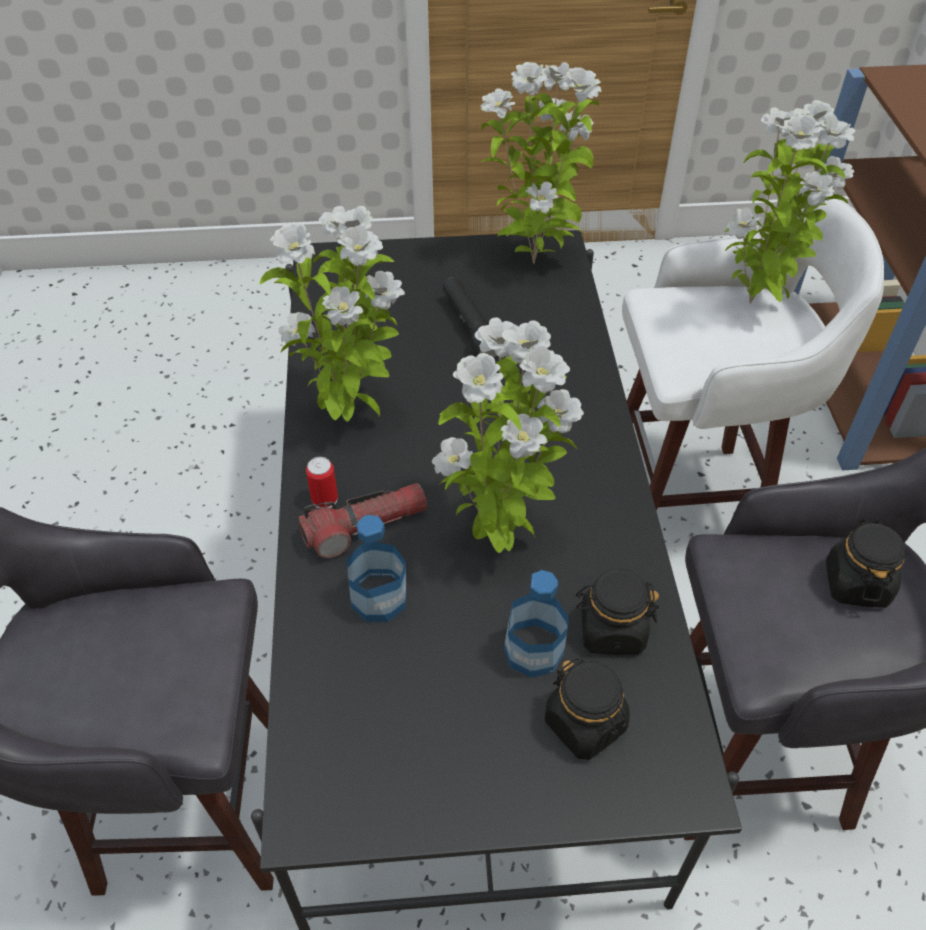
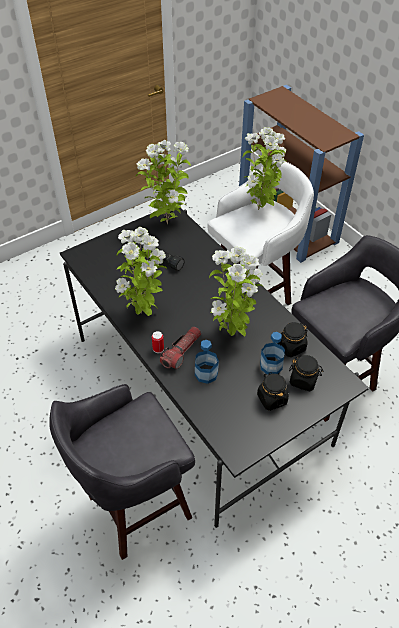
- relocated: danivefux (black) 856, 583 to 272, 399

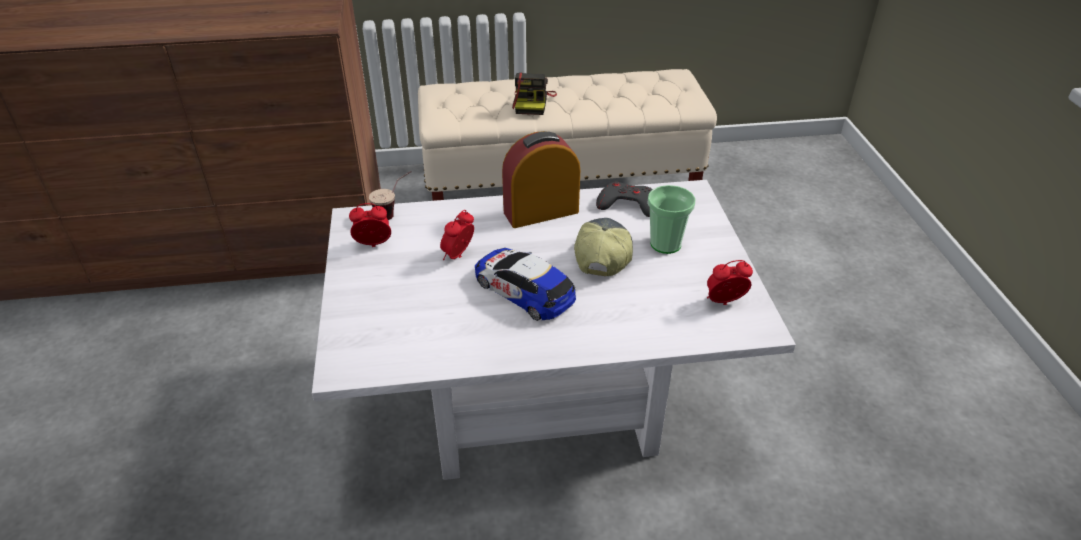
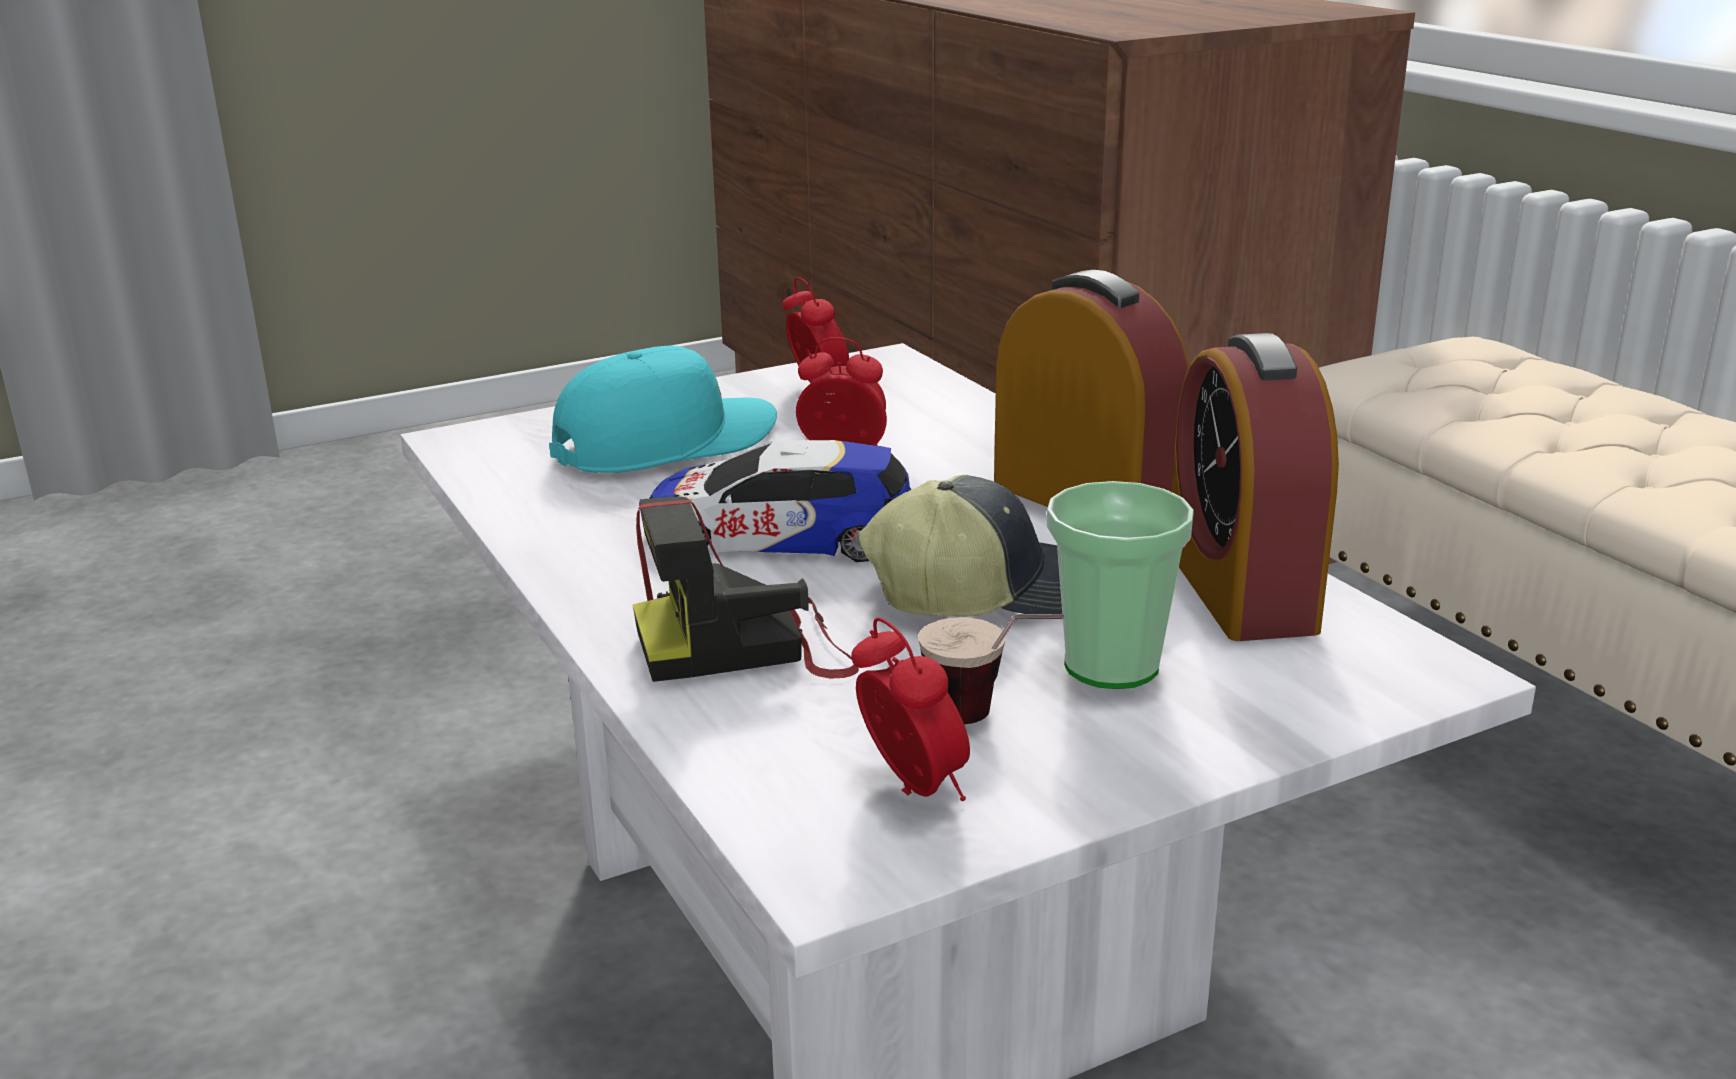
- relocated: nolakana 394, 213 to 990, 722
- spun: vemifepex 524, 289 = 779, 533 105 degrees counterclockwise
- relocated: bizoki 533, 102 to 747, 647
- exchanged: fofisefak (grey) 627, 204 to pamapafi 1240, 589
- appeared: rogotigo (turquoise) 666, 443

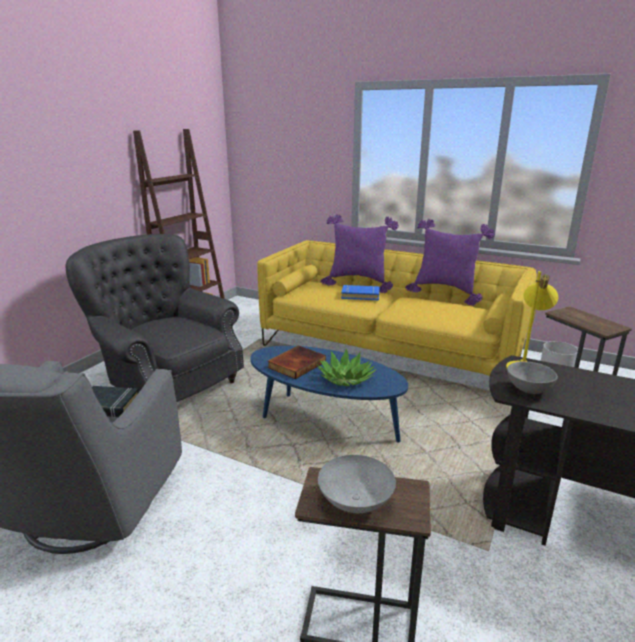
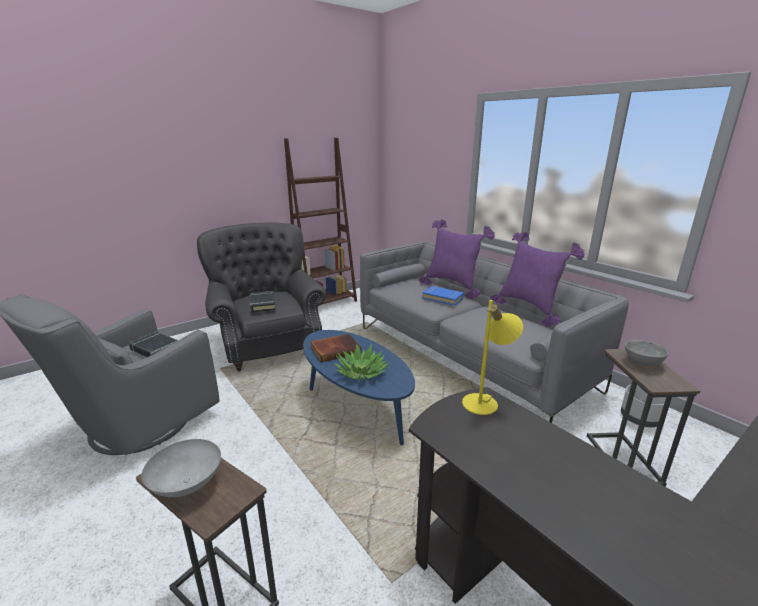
- colour: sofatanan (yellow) 389, 352 to sofatanan (grey) 468, 358
- relocated: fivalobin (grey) 528, 390 to 641, 363
- appeared: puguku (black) 262, 304

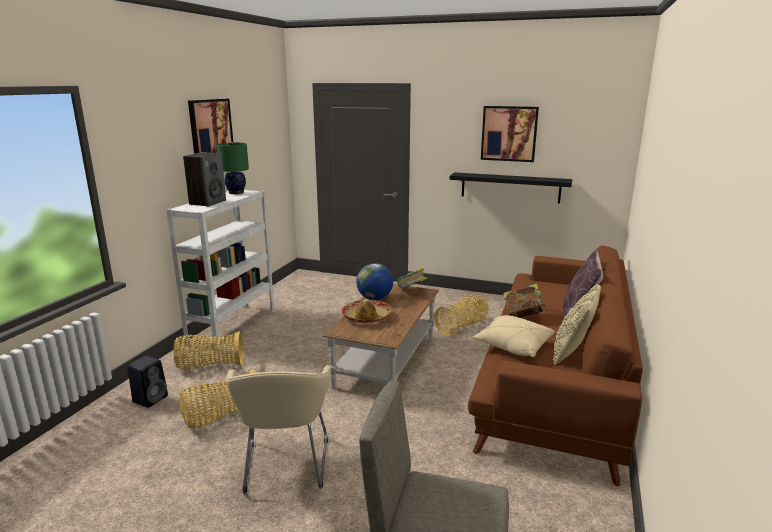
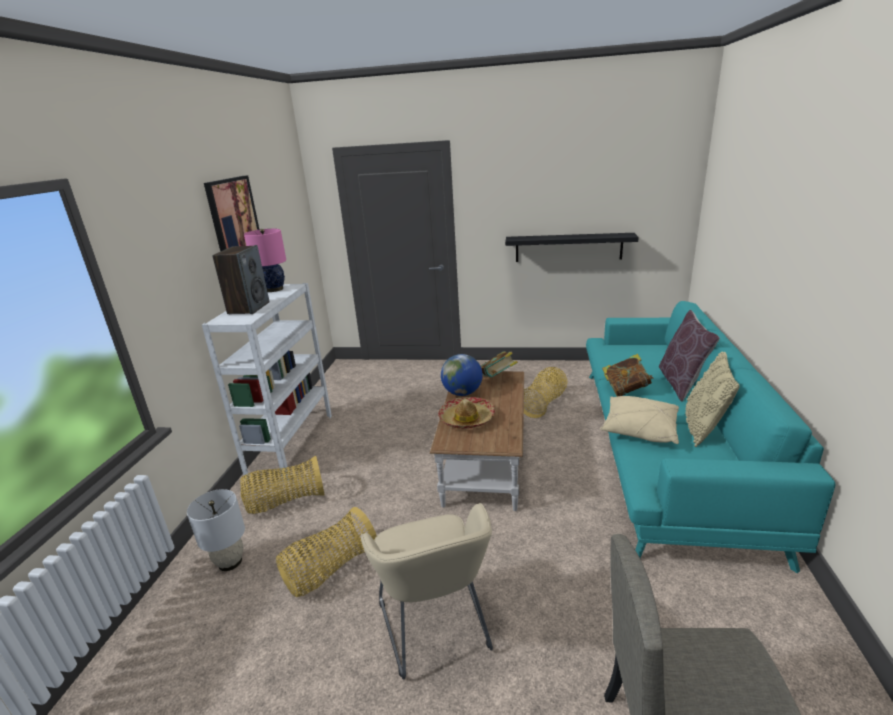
- exchanged: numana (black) 151, 398 to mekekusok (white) 230, 562
- colour: mekekusok (green) 236, 192 to mekekusok (pink) 274, 289
- colour: sofatanan (brown) 553, 375 to sofatanan (turquoise) 663, 447
- missing: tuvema 509, 133

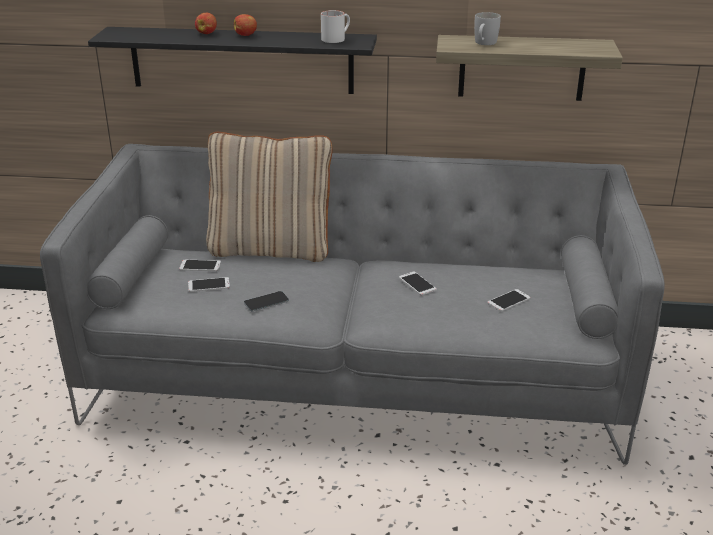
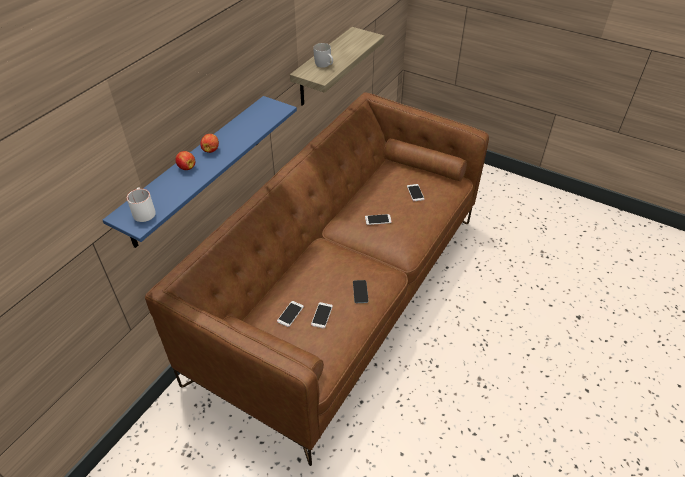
- colour: sofatanan (grey) 356, 374 to sofatanan (brown) 342, 294
- colour: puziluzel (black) 241, 60 to puziluzel (blue) 197, 170
- missing: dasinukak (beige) 271, 249
- relocated: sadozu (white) 336, 38 to 143, 211

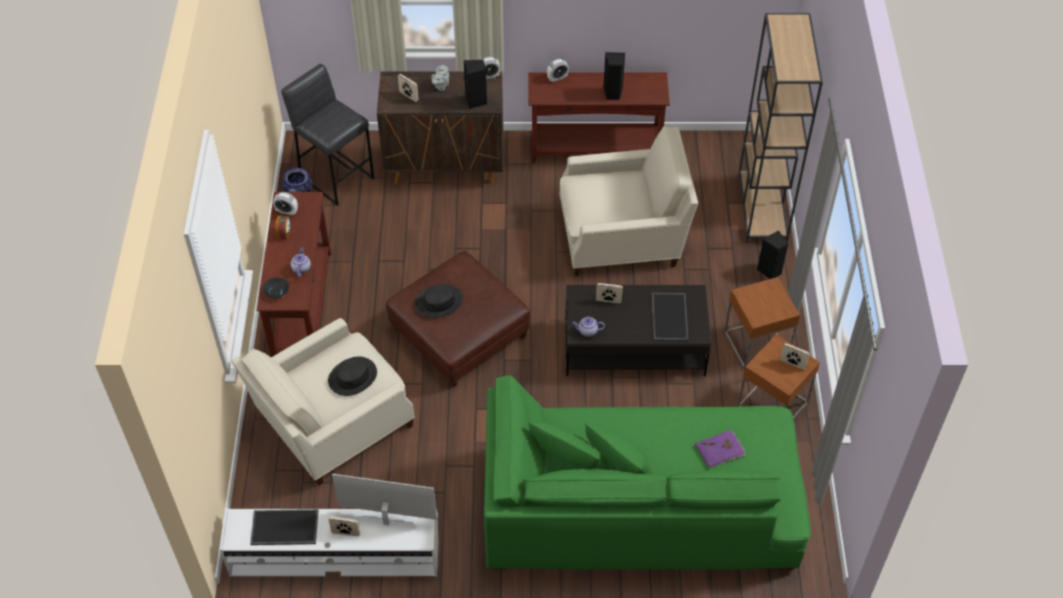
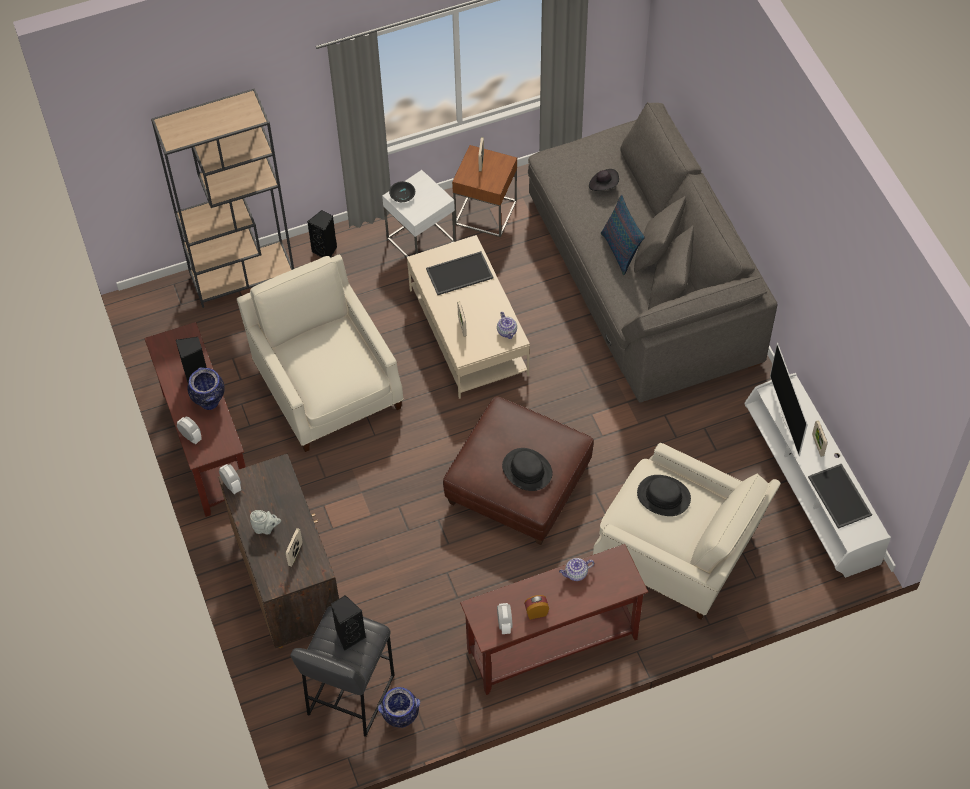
- relocated: fivalobin (black) 276, 292 to 403, 195
- relocated: numana (black) 476, 101 to 349, 635
- colour: sofatanan (green) 640, 507 to sofatanan (grey) 642, 277
- colour: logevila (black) 634, 347 to logevila (beige) 468, 332
- exchanged: puguku (purple) 720, 450 to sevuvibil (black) 603, 185
- colour: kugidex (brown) 756, 343 to kugidex (white) 421, 240
- appeared: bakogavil 210, 403
- appeared: dasinukak (blue) 620, 251

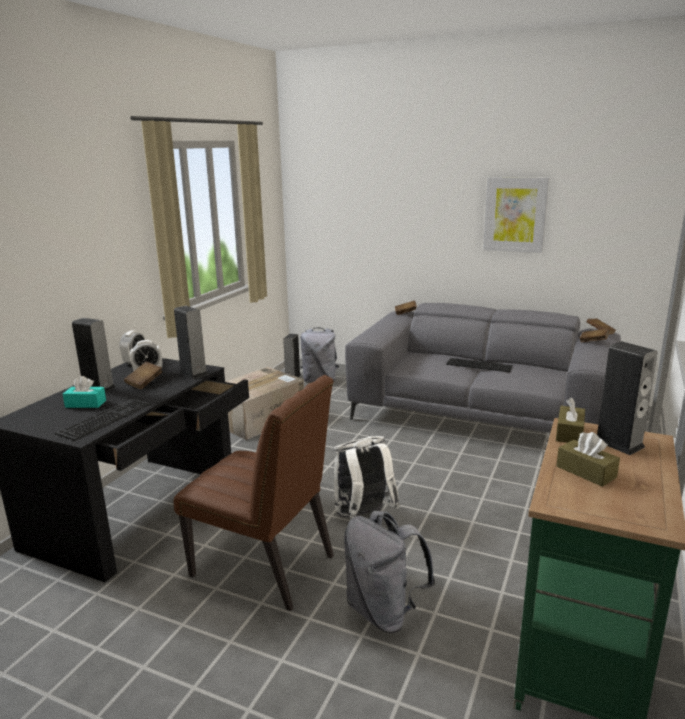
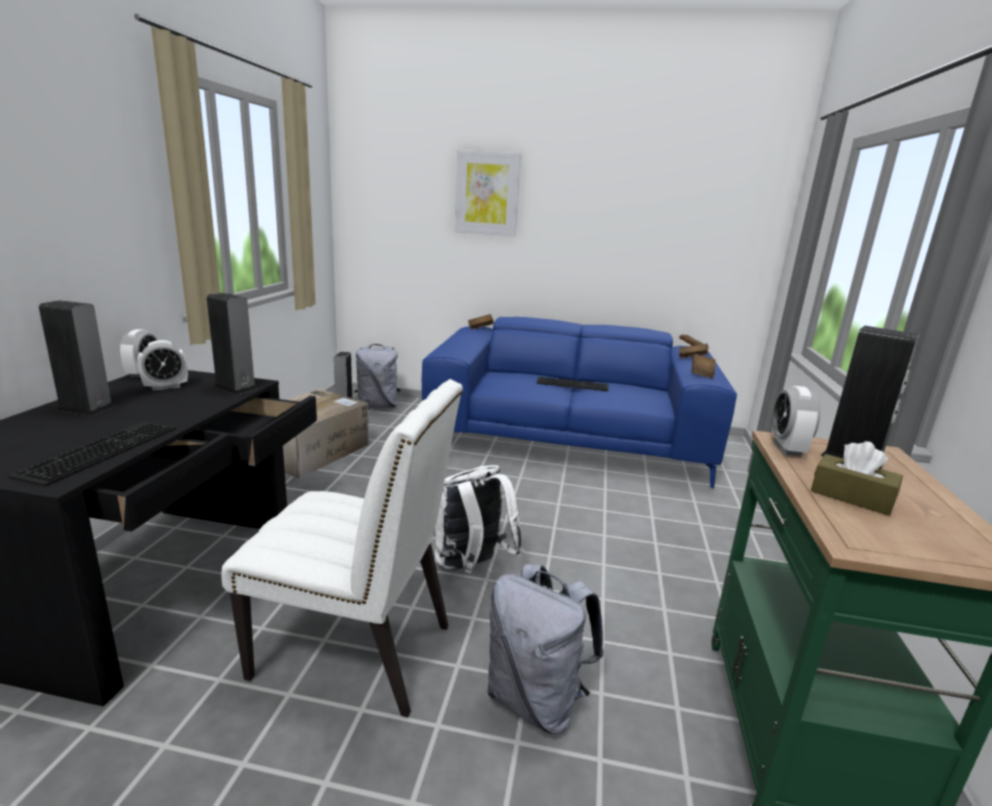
- missing: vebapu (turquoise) 85, 404
- relocated: puguku (brown) 144, 383 to 702, 373
- colour: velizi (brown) 262, 566 to velizi (white) 352, 651
- colour: sofatanan (grey) 480, 415 to sofatanan (blue) 568, 441
- relocated: tuvema 515, 215 to 487, 193
- exchanged: vebapu (brown) 569, 433 to pamapafi 787, 448

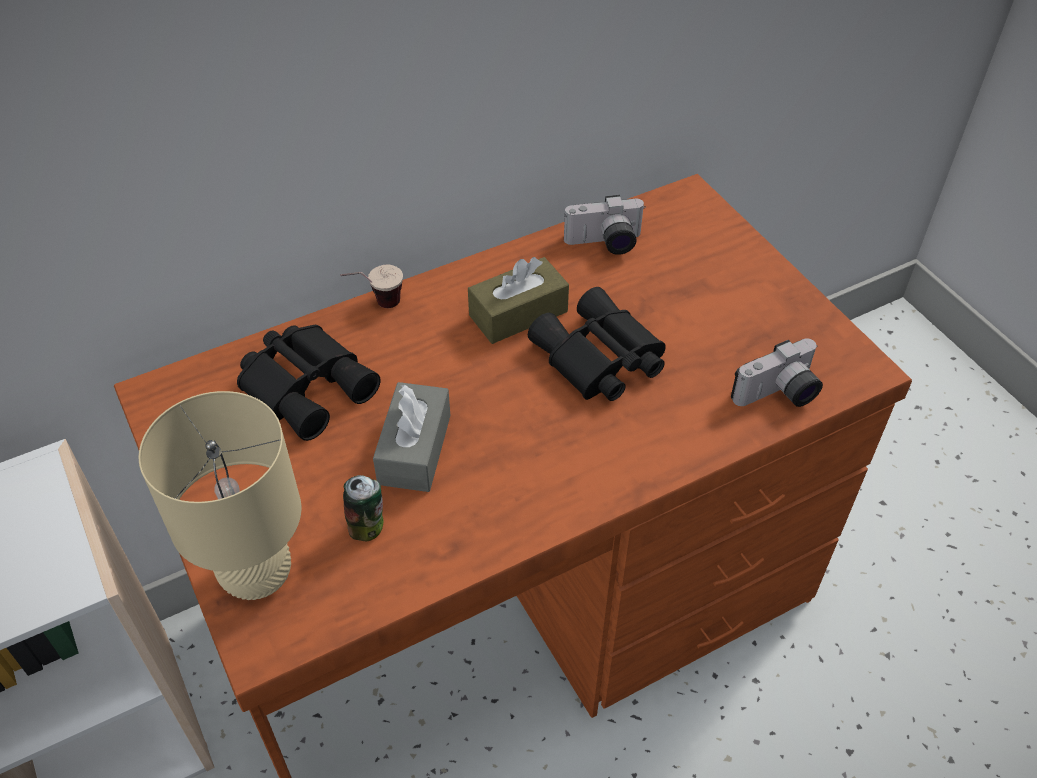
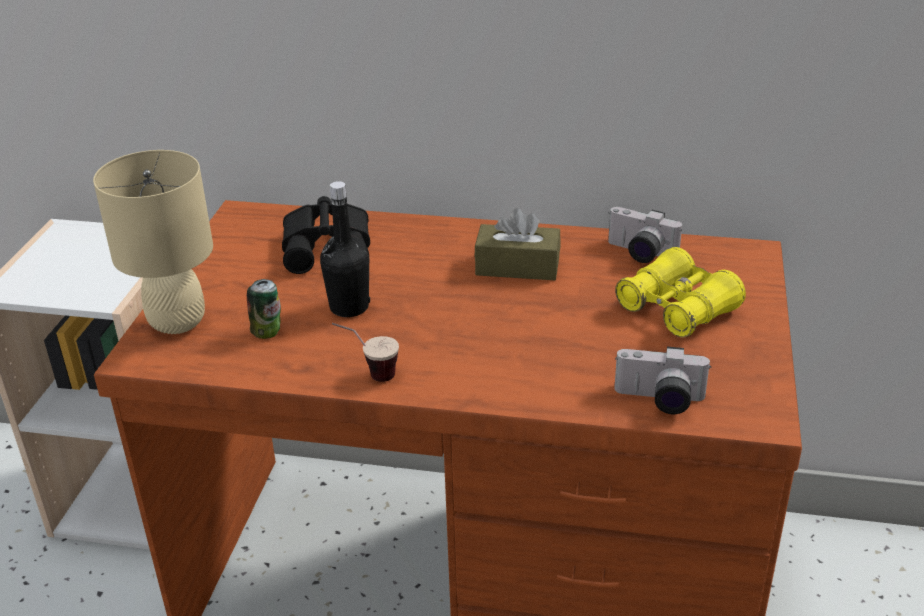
- relocated: nolakana 376, 306 to 368, 374
- exchanged: vebapu (grey) 414, 449 to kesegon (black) 349, 307
- missing: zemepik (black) 598, 359
- appeared: zemepik (yellow) 677, 309

